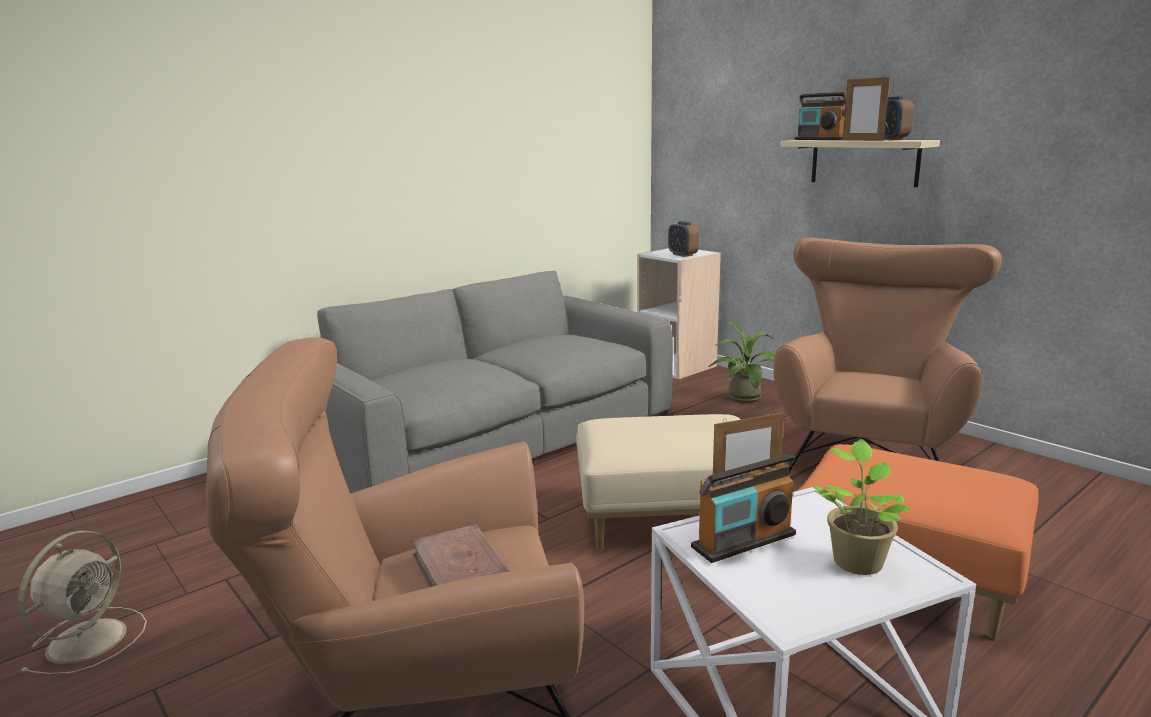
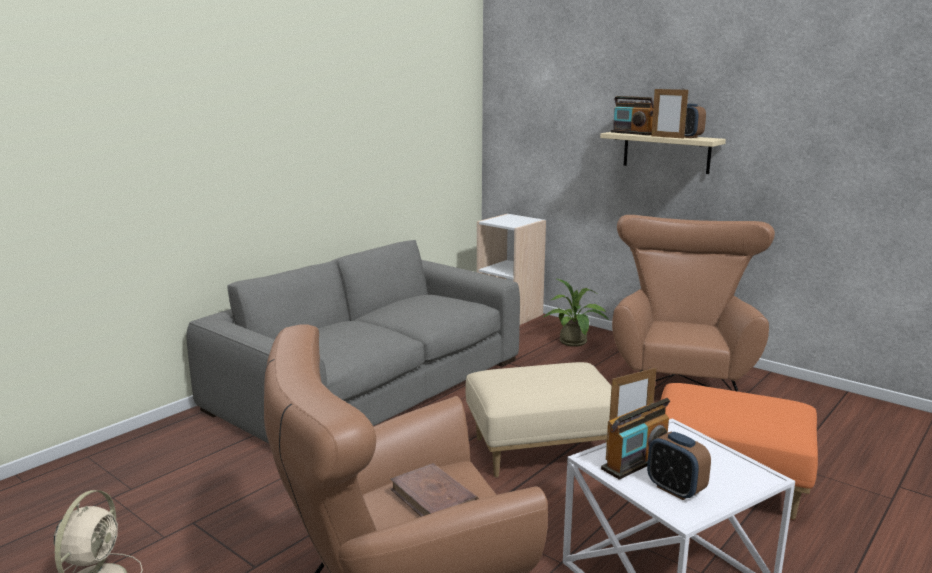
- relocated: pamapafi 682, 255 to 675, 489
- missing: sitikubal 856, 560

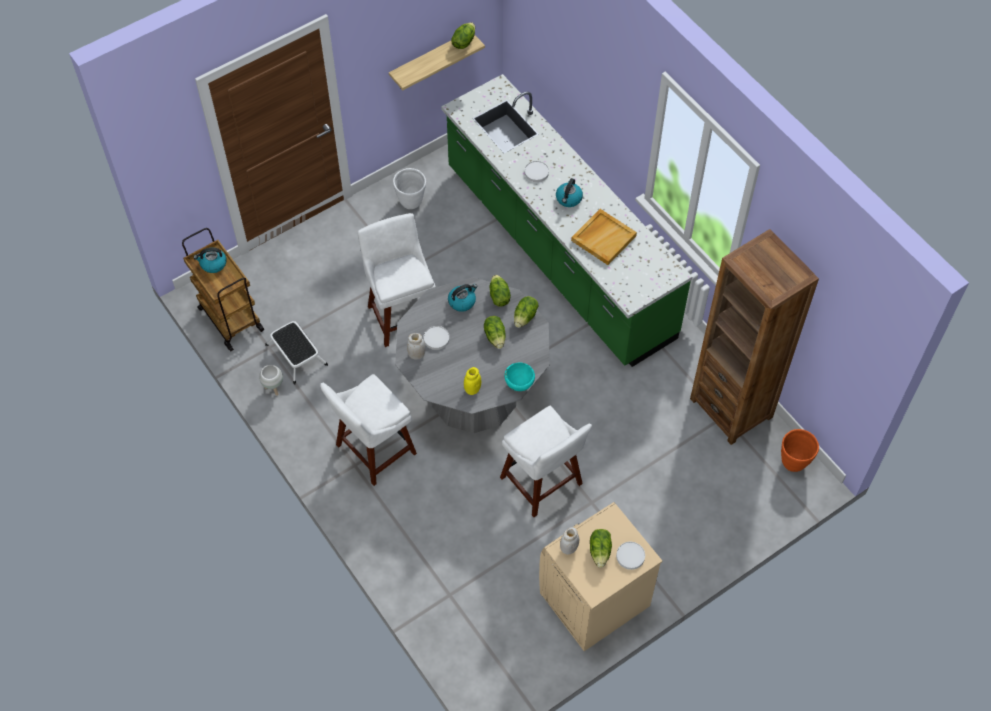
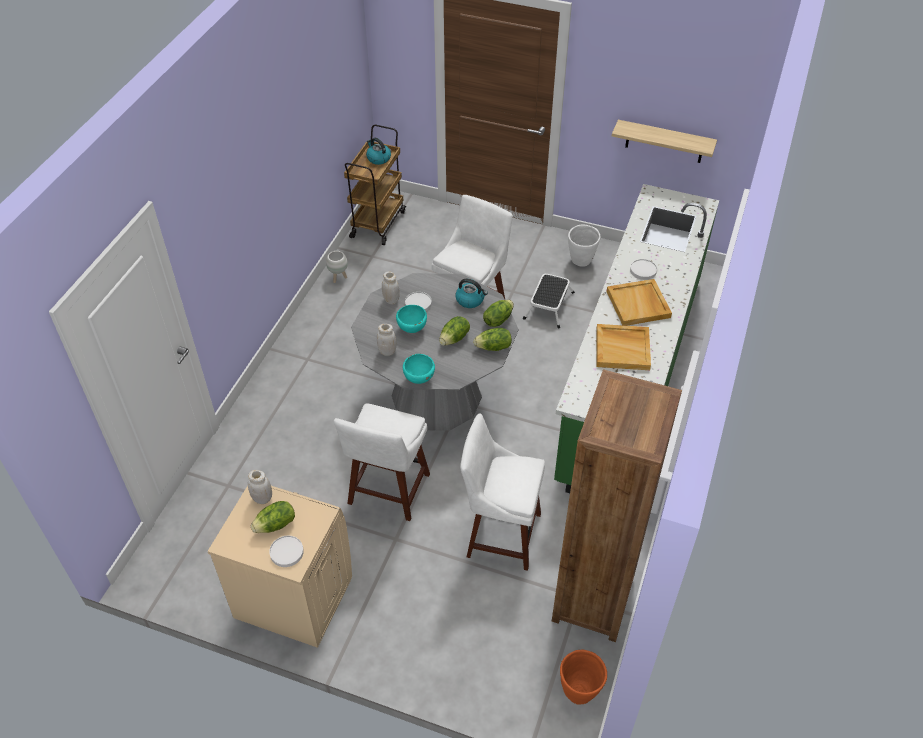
- relocated: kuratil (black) 296, 354 to 549, 305
- relocated: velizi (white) 372, 451 to 499, 533
- missing: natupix 463, 42
- colour: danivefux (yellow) 472, 389 to danivefux (white) 387, 351
- exchanged: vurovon 568, 199 to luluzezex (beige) 638, 304
- appeared: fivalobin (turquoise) 412, 329

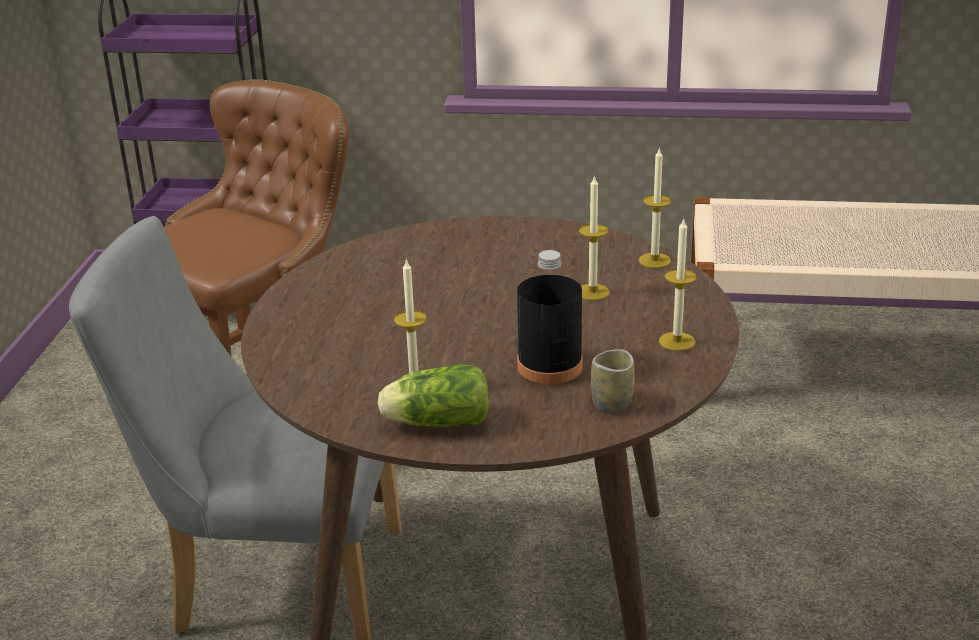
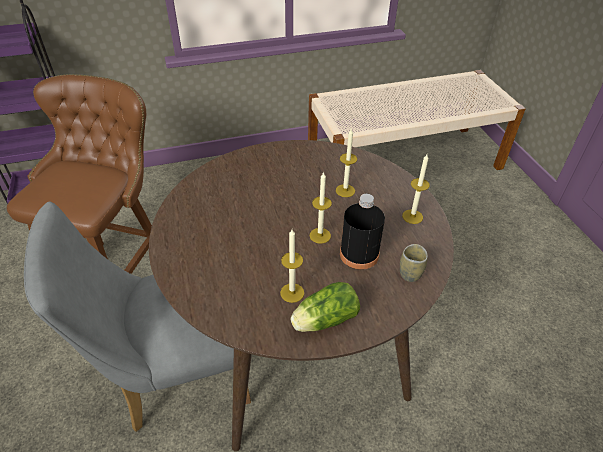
- relocated: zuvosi 654, 260 to 320, 235

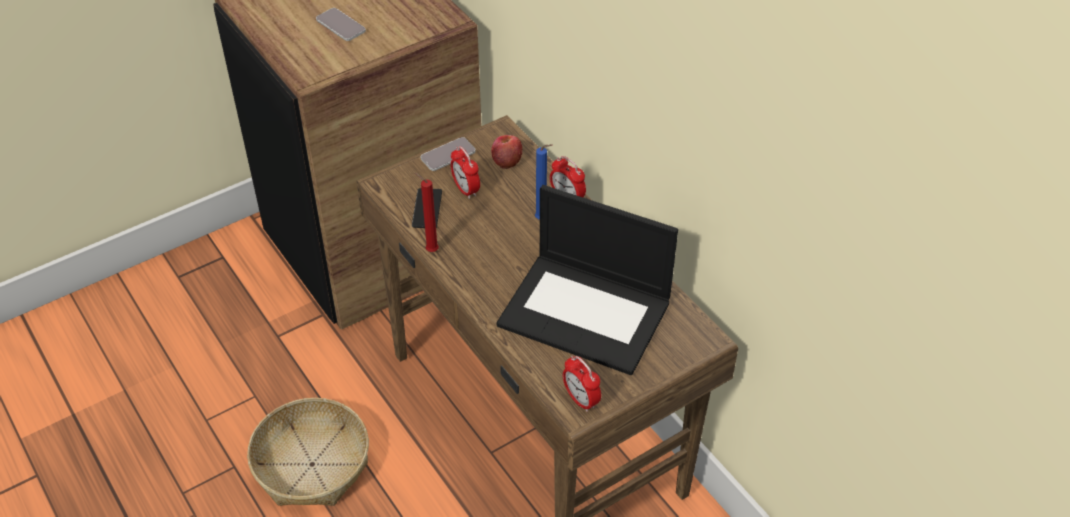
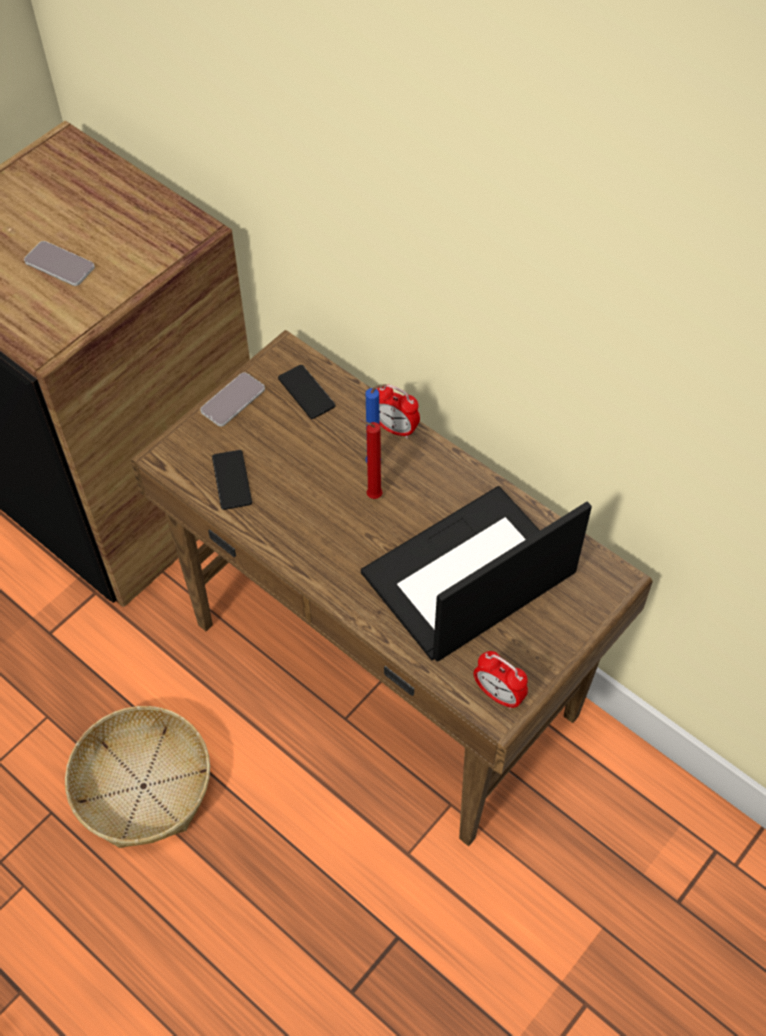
- relocated: zuvosi (red) 430, 250 to 371, 496
- missing: pamapafi 466, 190
- exchanged: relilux 506, 160 to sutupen 306, 392
- spun: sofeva 587, 313 = 468, 577 135 degrees clockwise

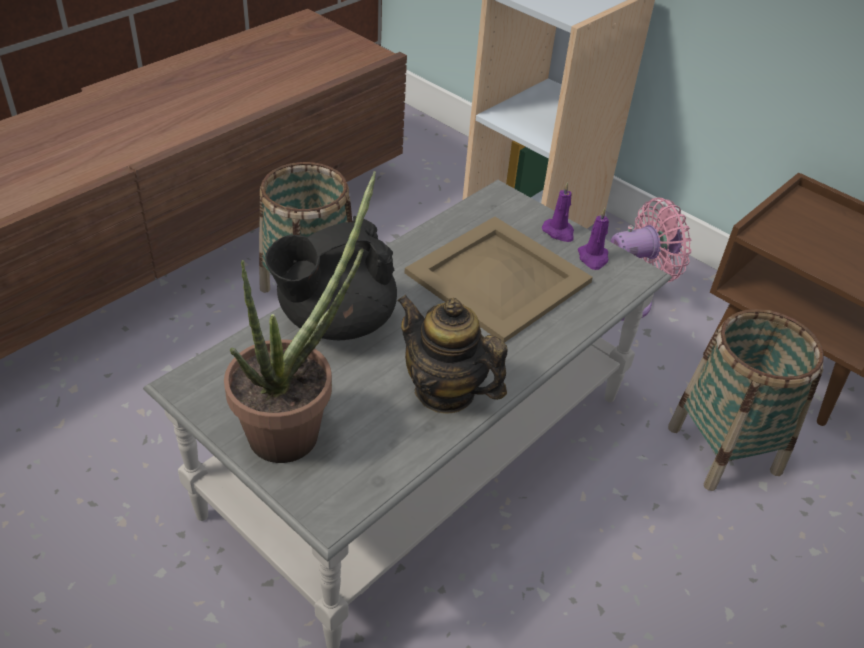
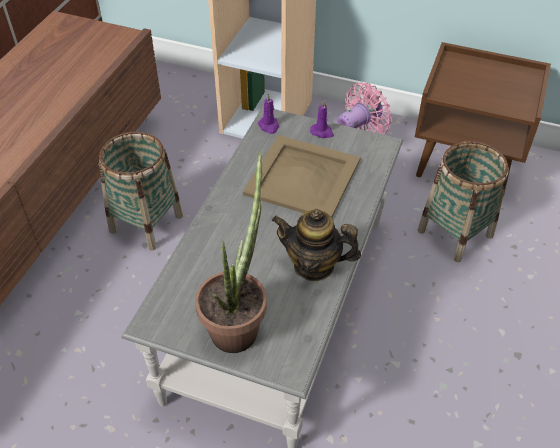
- missing: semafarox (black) 335, 321
- relocated: zuvosi (purple) 593, 258 to 269, 126

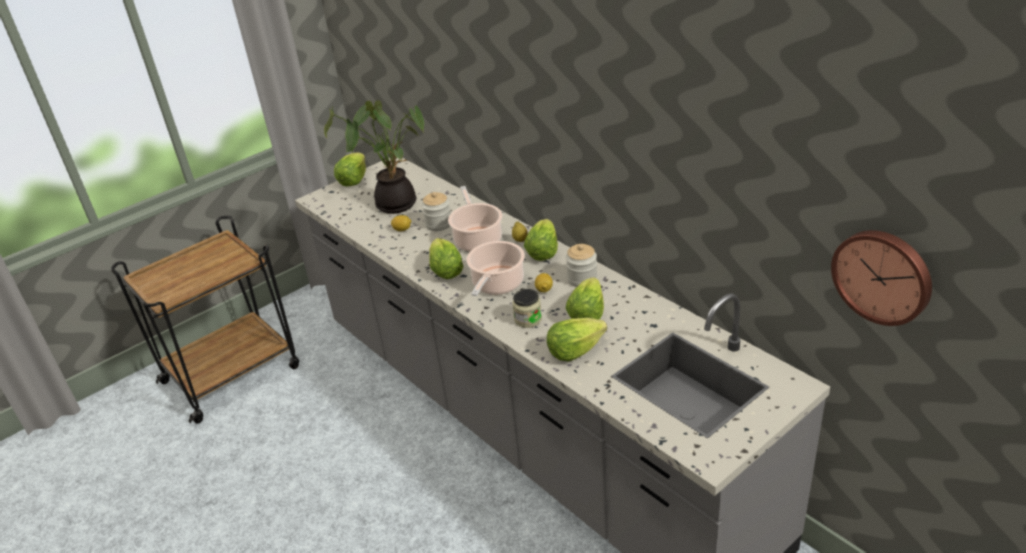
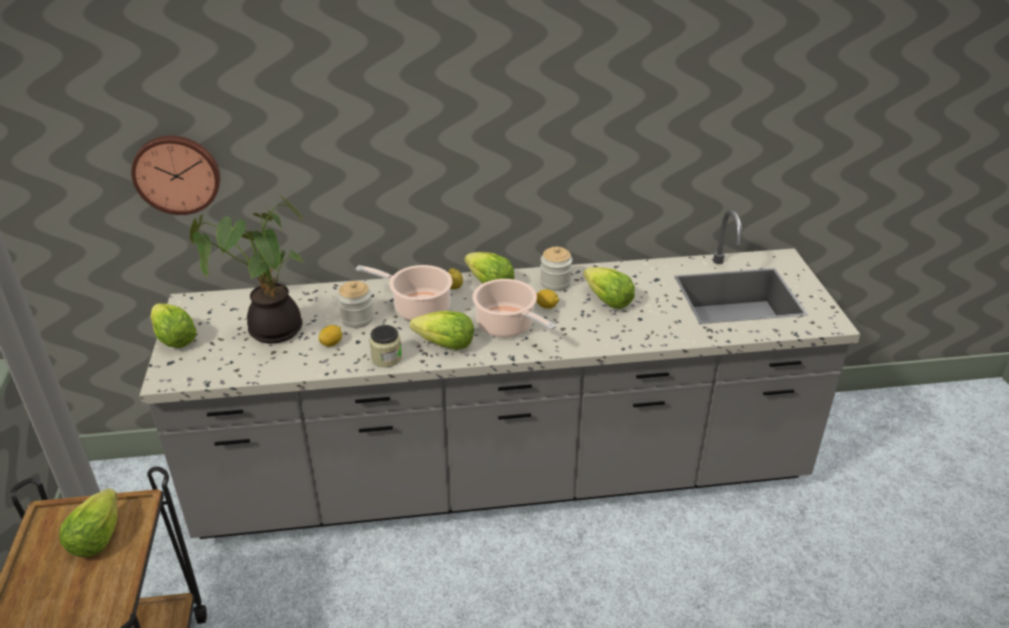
- relocated: danivefux 528, 319 to 386, 358
- relocated: natupix 574, 351 to 96, 538
- relocated: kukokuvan 883, 275 to 177, 173

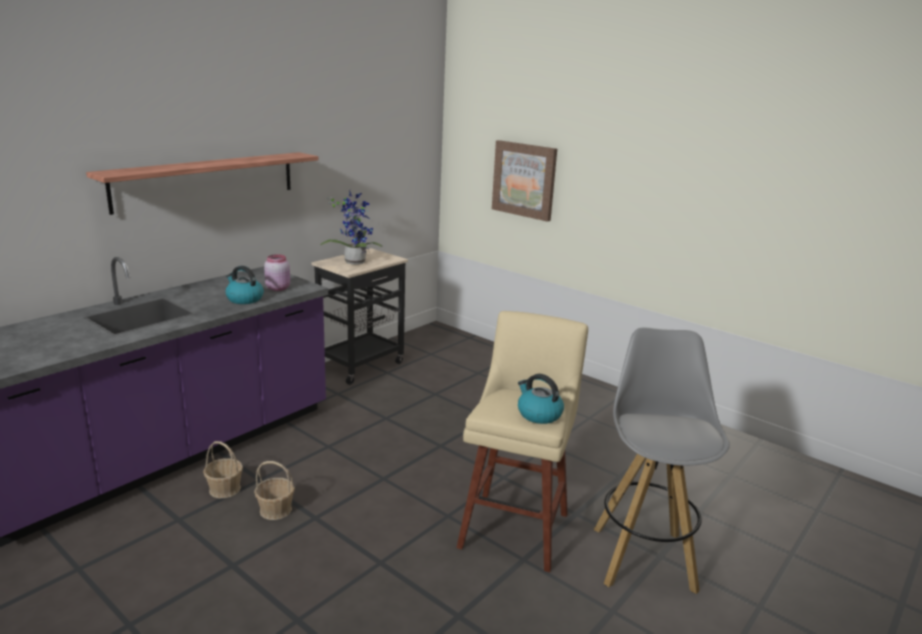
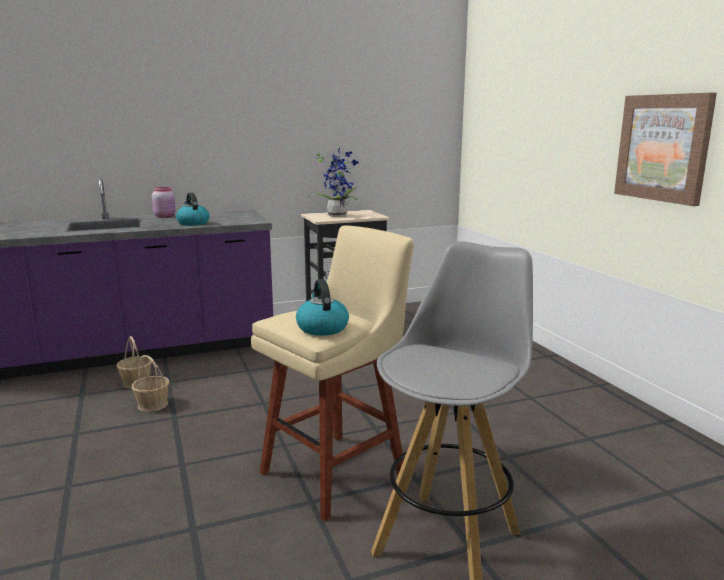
- missing: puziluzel 207, 181
- relocated: danivefux (pink) 278, 288 to 165, 216
- relocated: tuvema 524, 180 to 663, 148

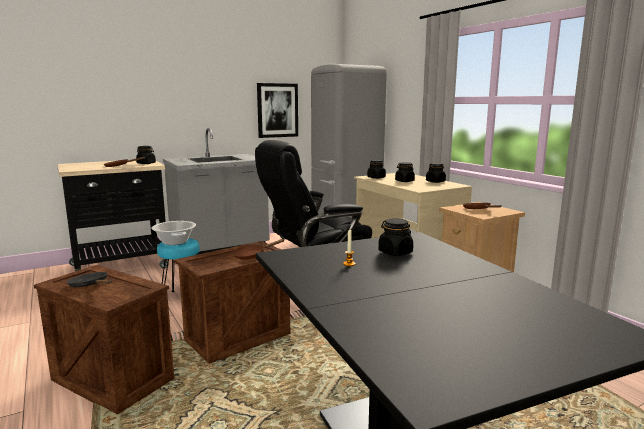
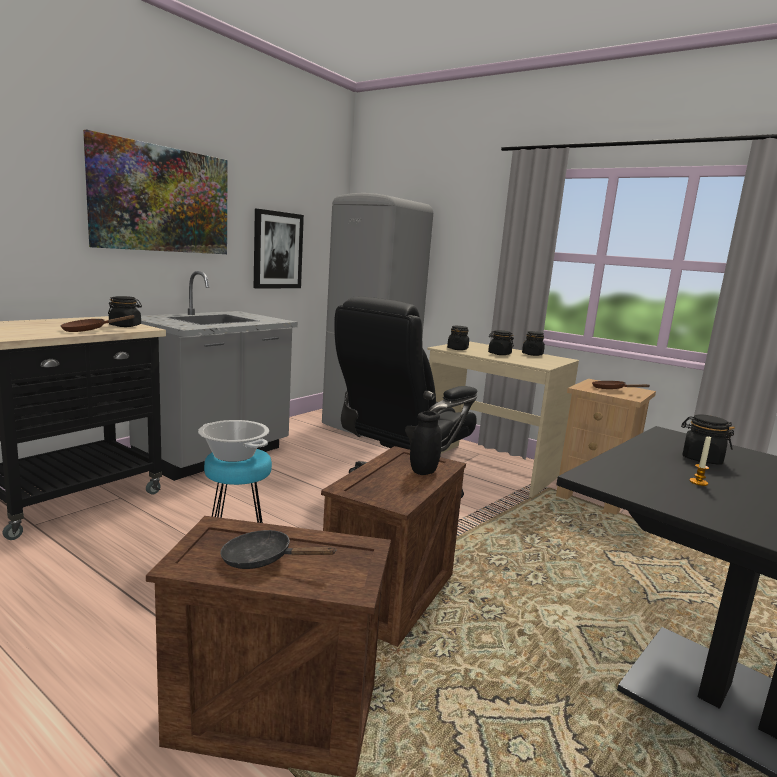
- exchanged: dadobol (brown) 252, 255 to danivefux (black) 423, 471
- appeared: tuvema 162, 199

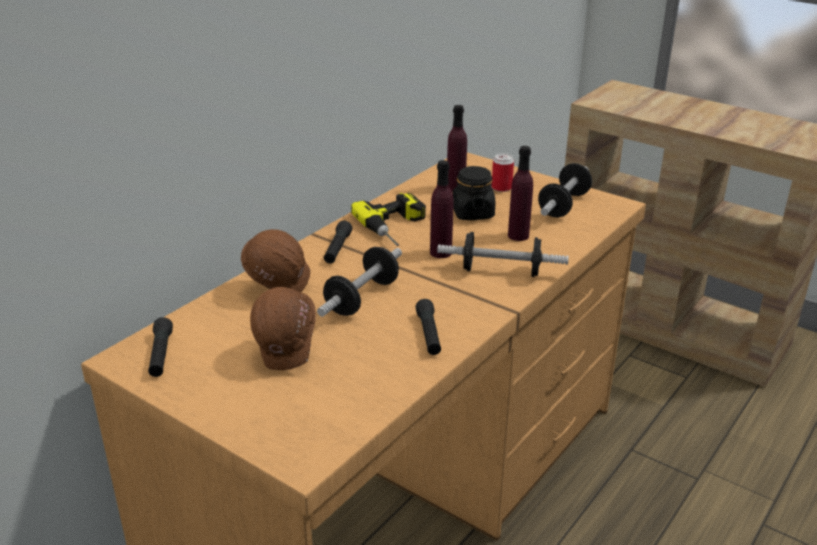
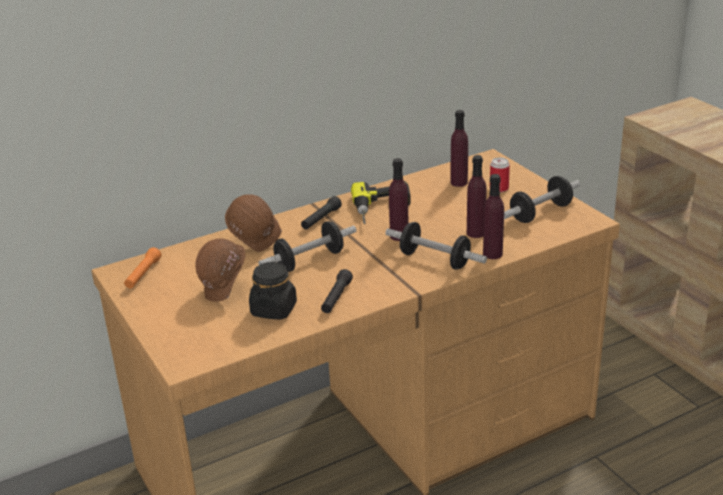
- colour: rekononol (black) 160, 355 to rekononol (orange) 143, 274
- relocated: danivefux (black) 472, 213 to 274, 309
- appeared: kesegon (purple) 492, 254

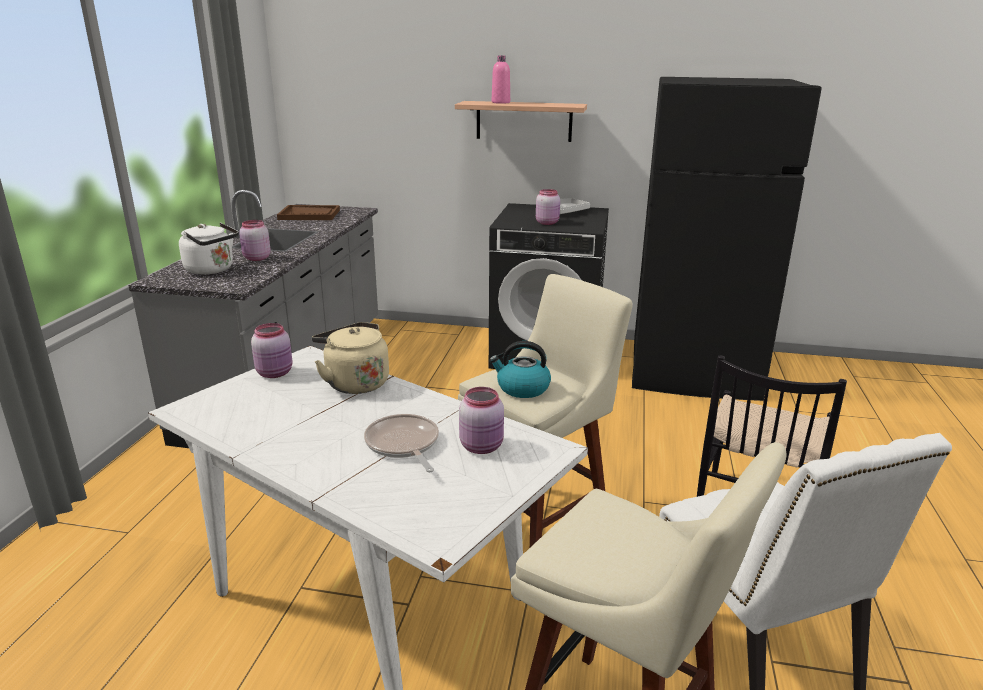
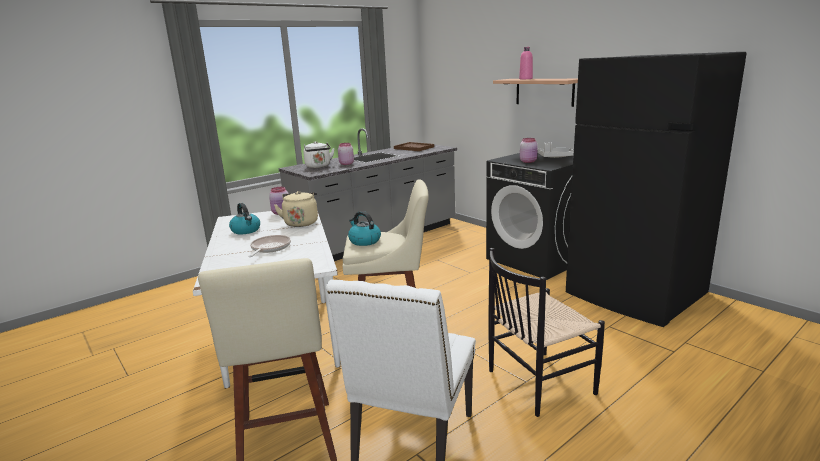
- missing: danivefux (pink) 482, 446
- appeared: vurovon 246, 230

